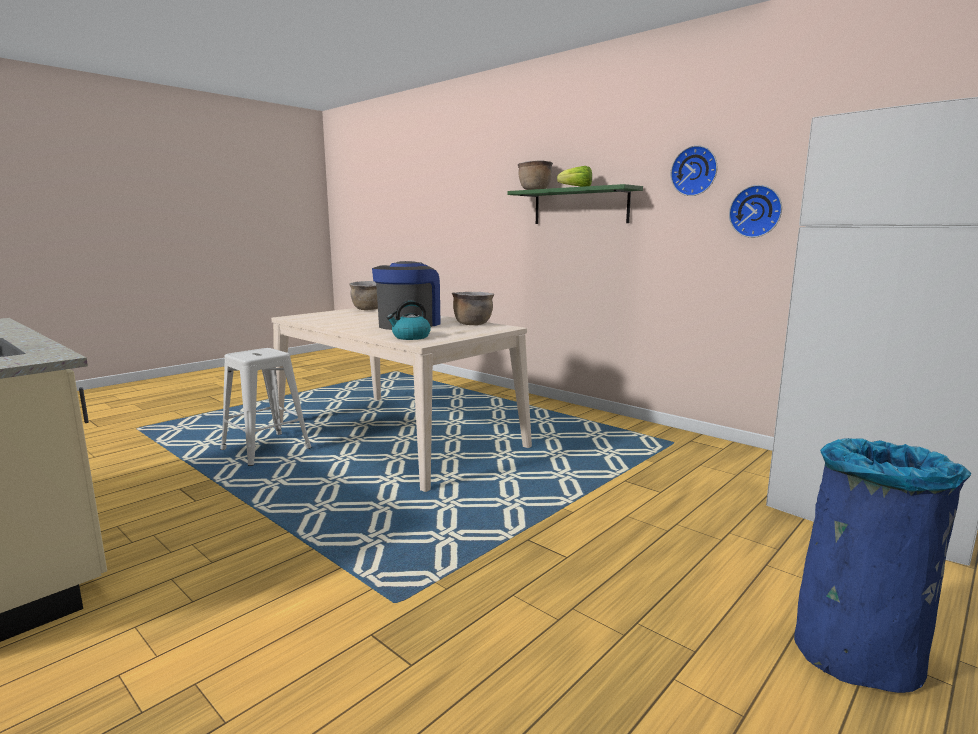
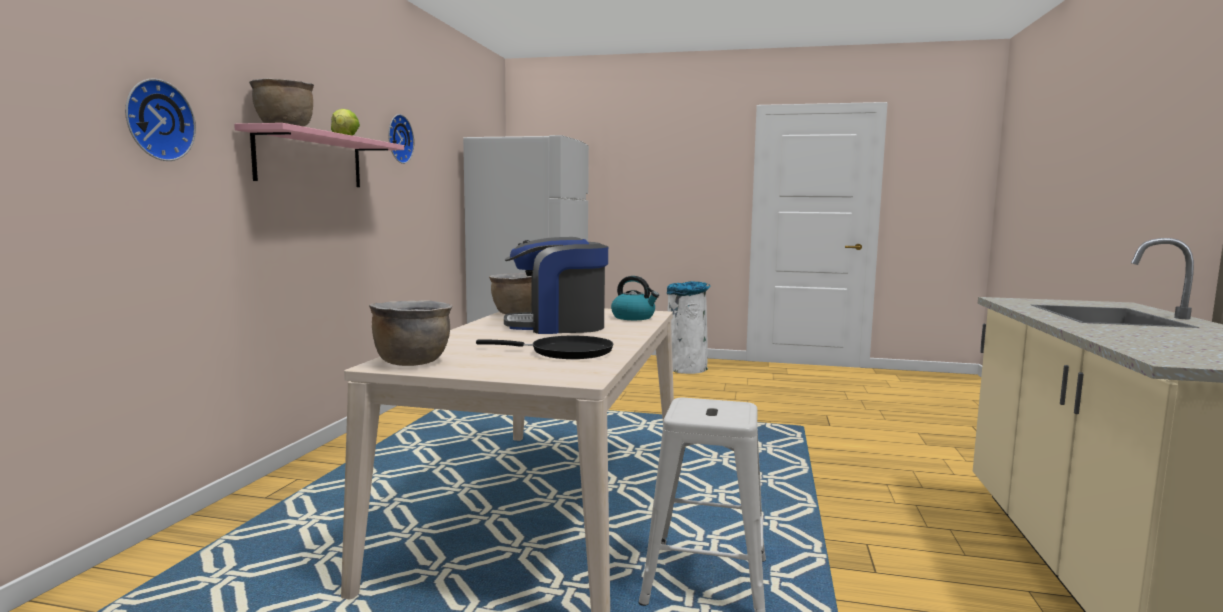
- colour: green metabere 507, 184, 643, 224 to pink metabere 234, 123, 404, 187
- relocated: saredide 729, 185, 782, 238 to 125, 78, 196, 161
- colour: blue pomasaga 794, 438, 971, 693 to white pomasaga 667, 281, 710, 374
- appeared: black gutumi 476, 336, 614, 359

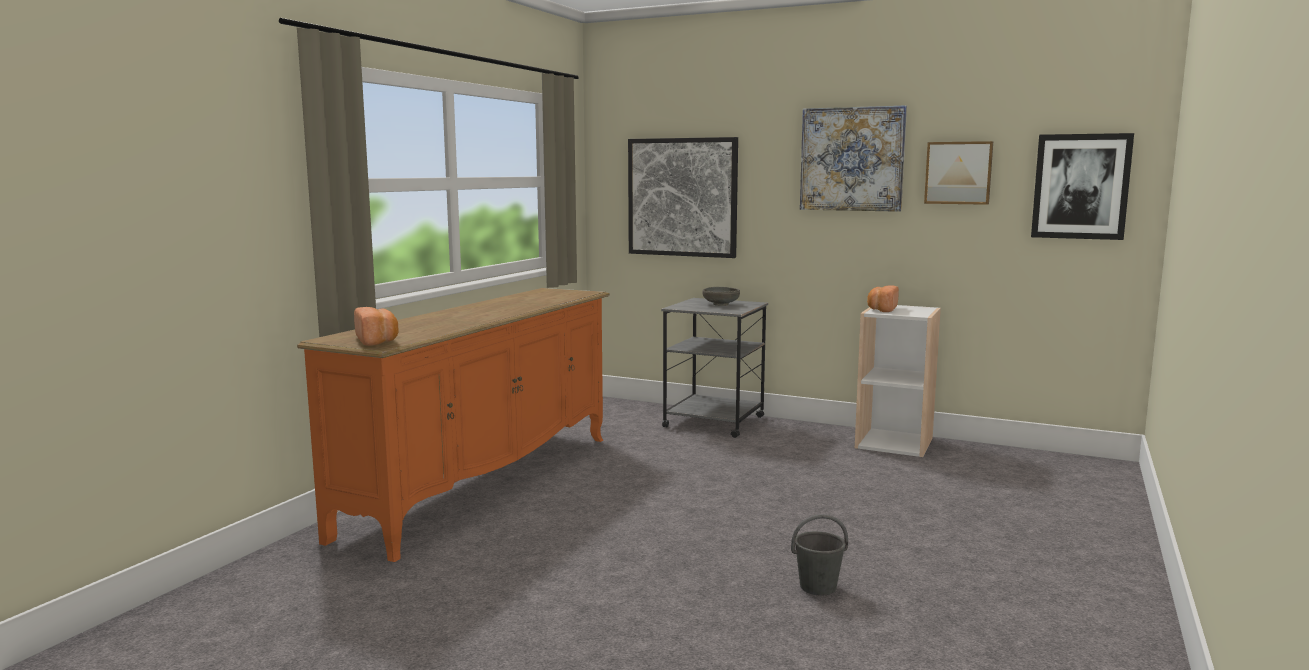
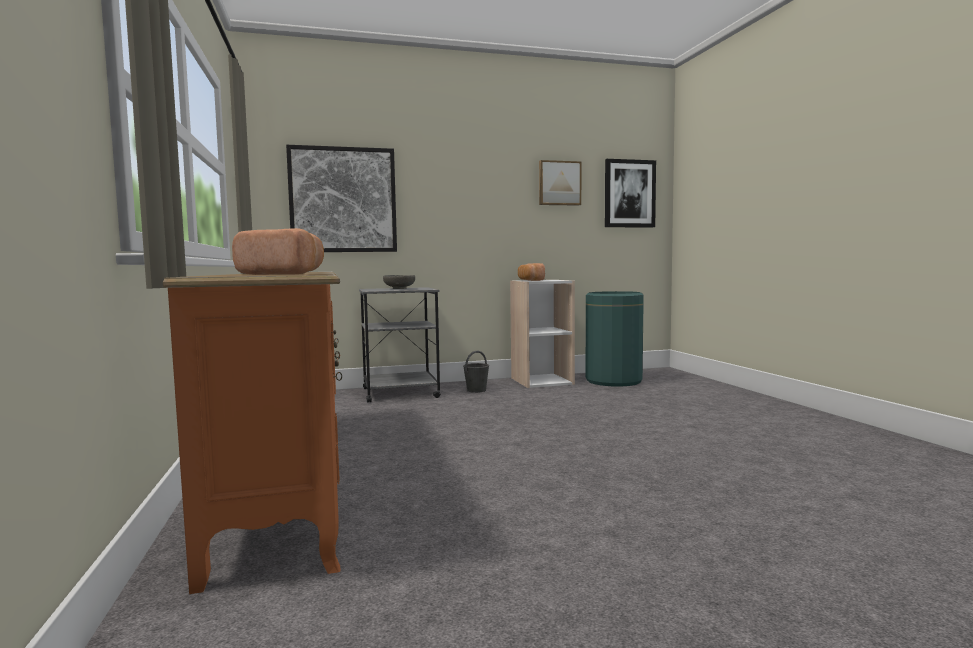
- relocated: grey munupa 791, 514, 848, 596 to 463, 351, 489, 393
- missing: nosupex 800, 105, 907, 212
- appeared: green pomasaga 586, 291, 644, 386

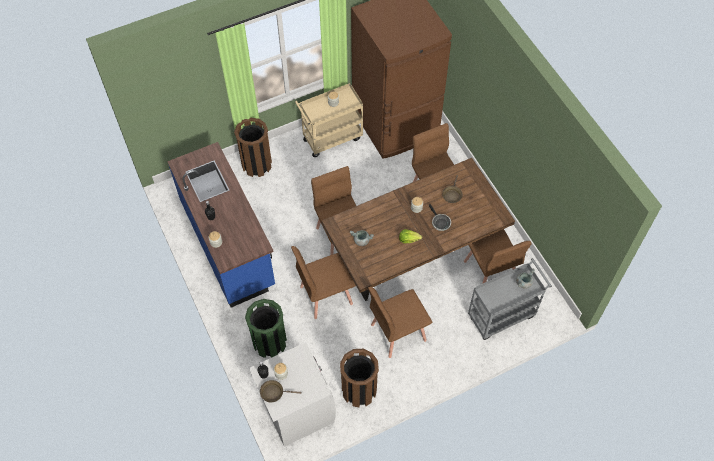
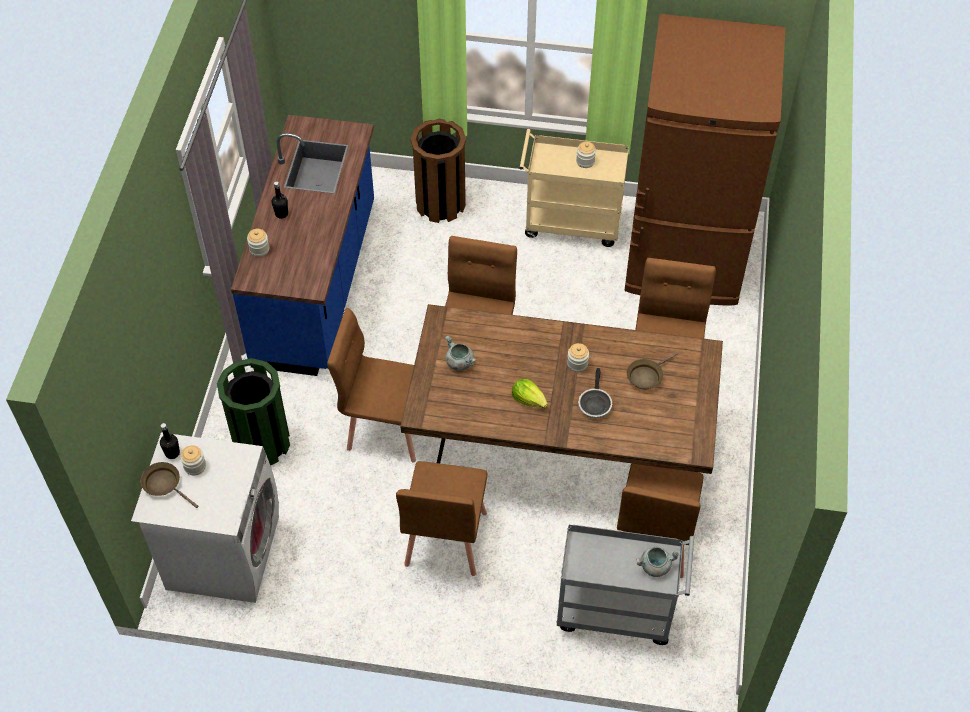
- missing: brown pomasaga 340, 349, 379, 407
- spun: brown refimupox 368, 287, 432, 358 = 396, 461, 487, 576 90 degrees counterclockwise

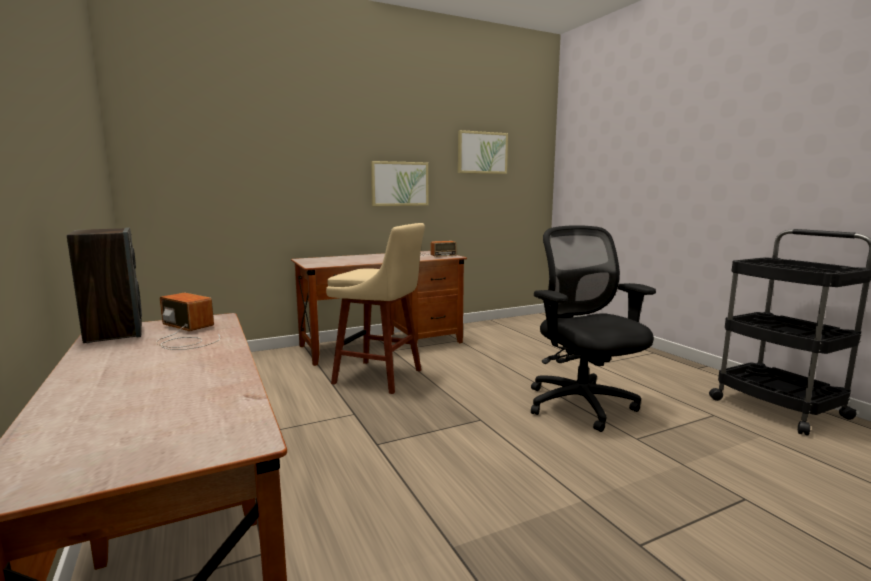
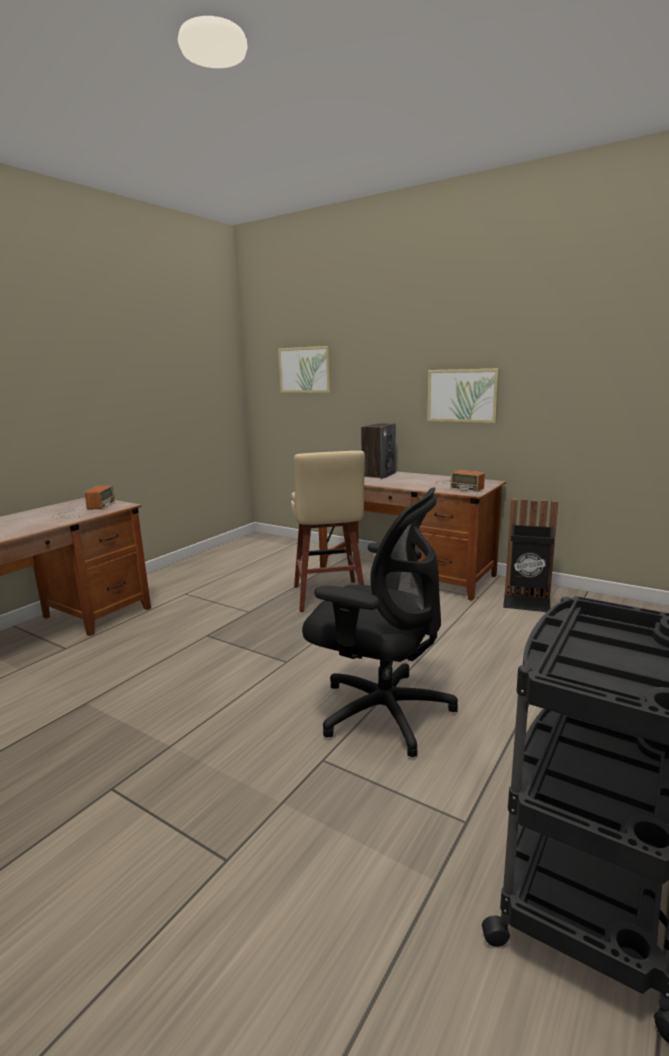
- relocated: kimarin 67, 227, 142, 343 to 361, 423, 396, 479
- relocated: nosupex 458, 130, 508, 174 to 278, 346, 331, 393
- spun: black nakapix 531, 225, 656, 432 = 302, 488, 458, 757 75 degrees clockwise
- appeared: black pomasaga 503, 498, 558, 612

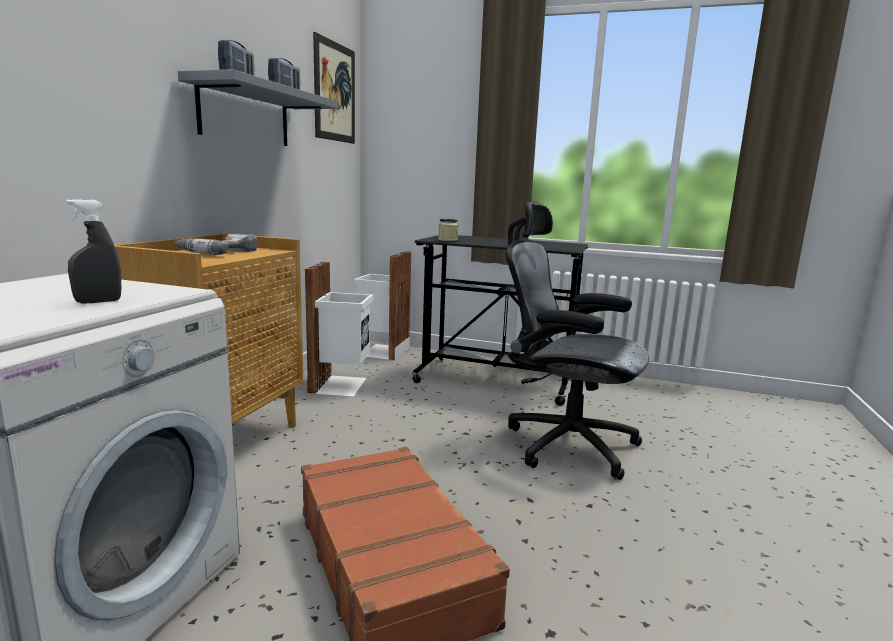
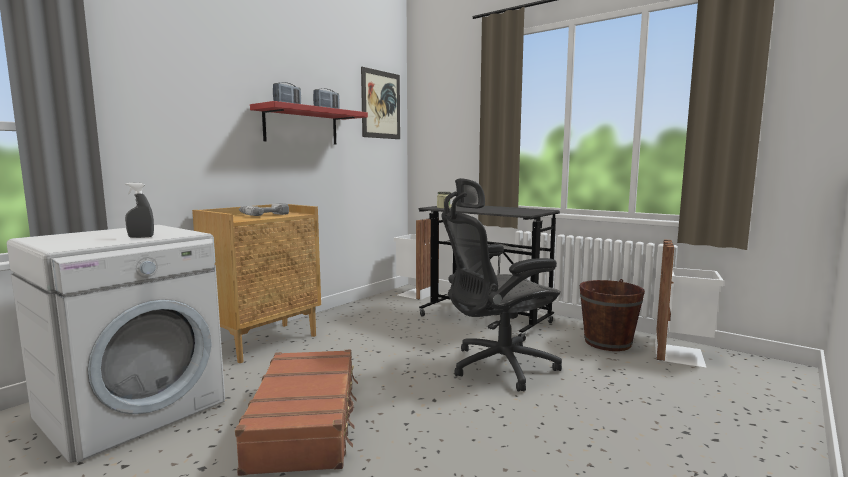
- colour: grey metabere 178, 69, 339, 146 to red metabere 250, 101, 368, 145
- relocated: white pomasaga 305, 262, 373, 397 to 655, 239, 724, 368
- spun: nakapix 506, 201, 649, 480 = 442, 178, 562, 392 75 degrees counterclockwise
- appeared: brown munupa 580, 279, 645, 351

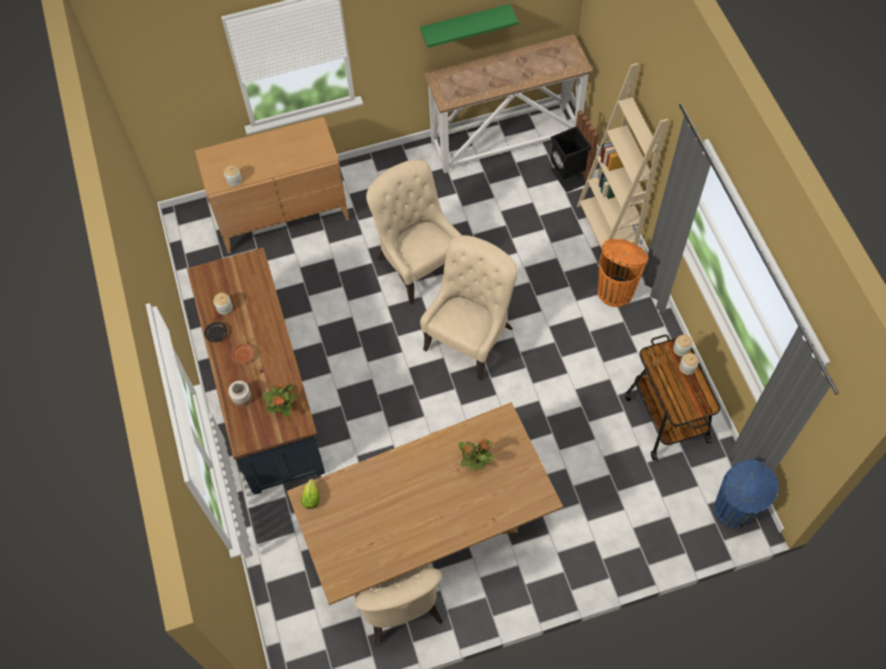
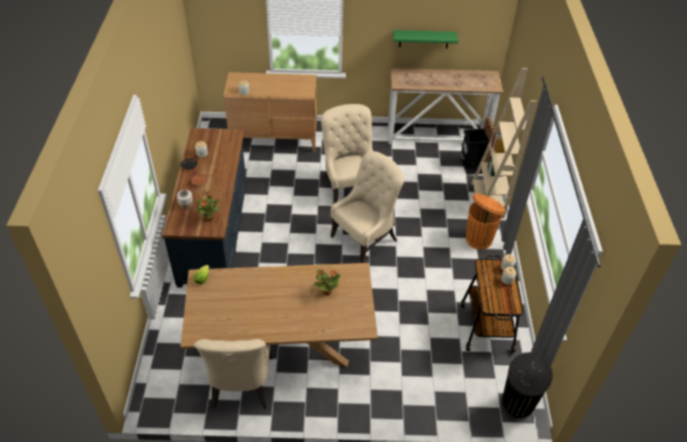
- colour: blue pomasaga 714, 460, 779, 528 to black pomasaga 502, 352, 553, 418

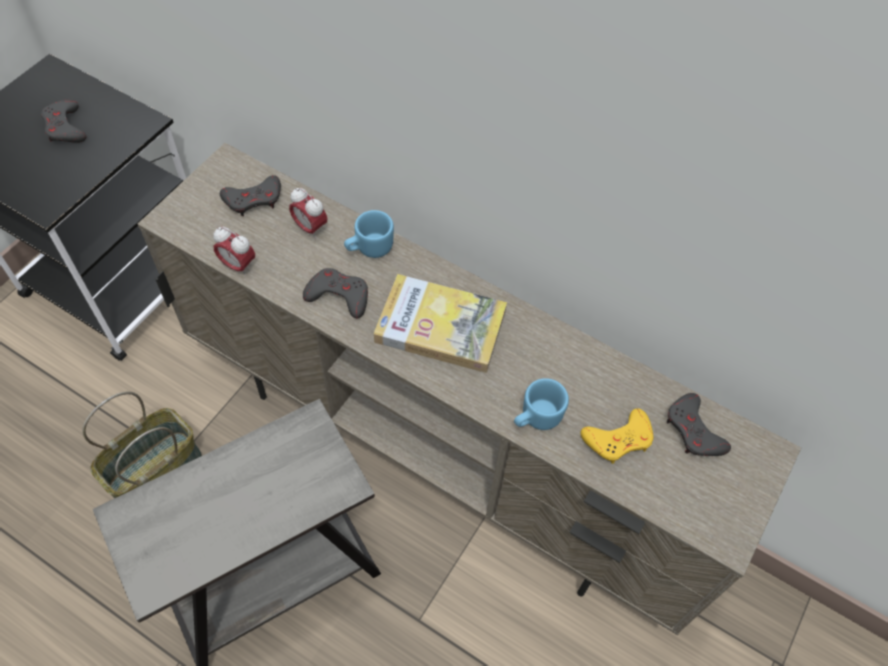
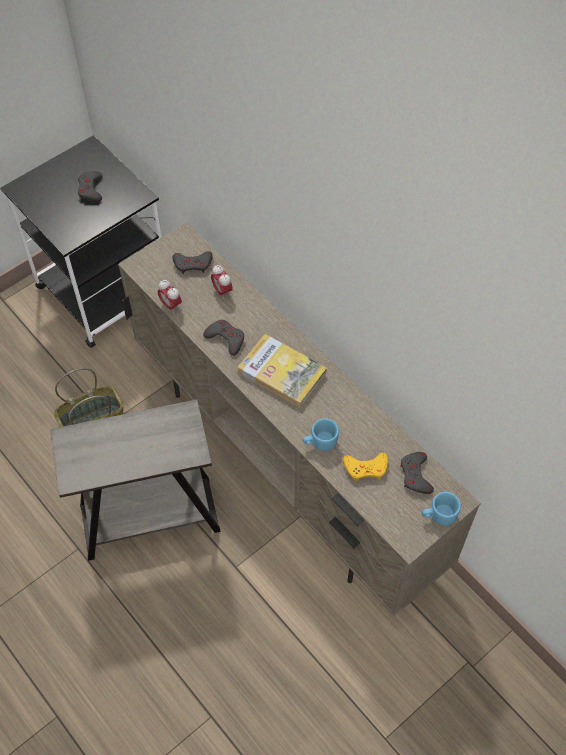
- relocated: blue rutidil 344, 210, 394, 258 to 422, 492, 461, 526

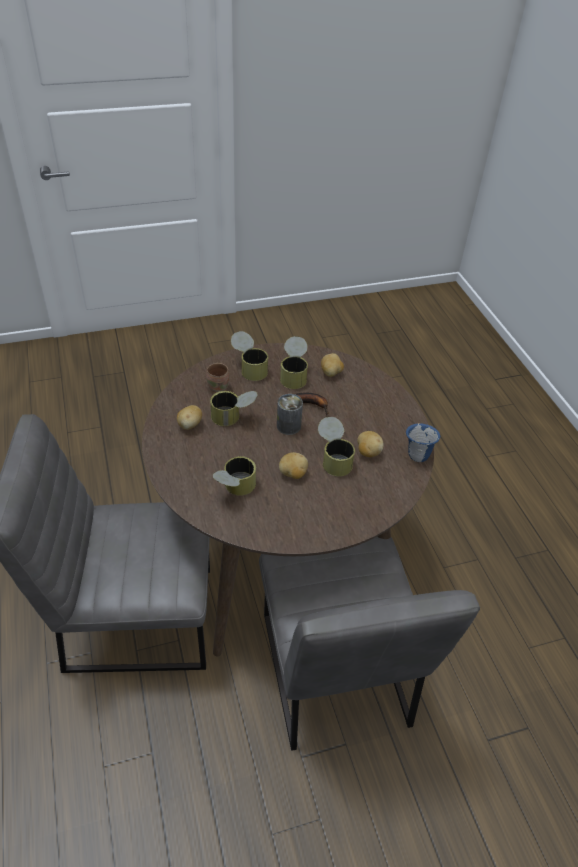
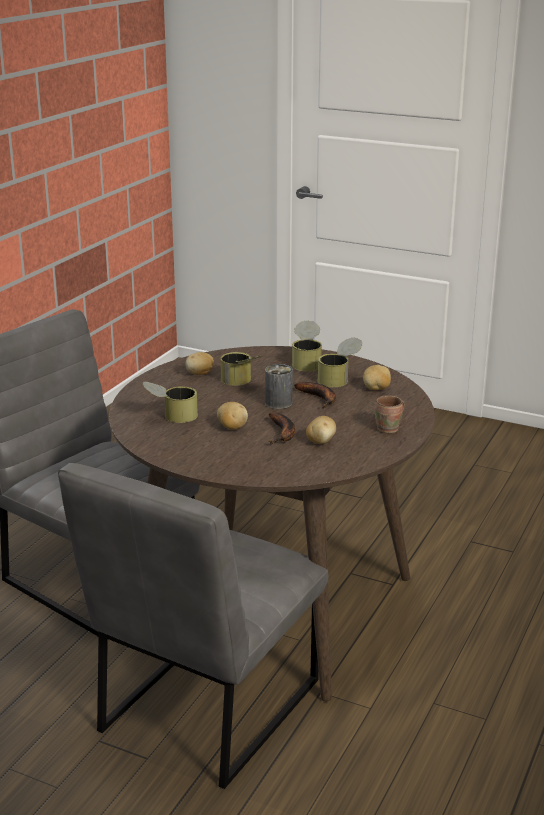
- relocated: brown rutidil 206, 363, 229, 394 to 375, 395, 405, 433
- exchanged: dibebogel 318, 417, 355, 477 to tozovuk 269, 412, 295, 444
- missing: blue rutidil 406, 423, 440, 462

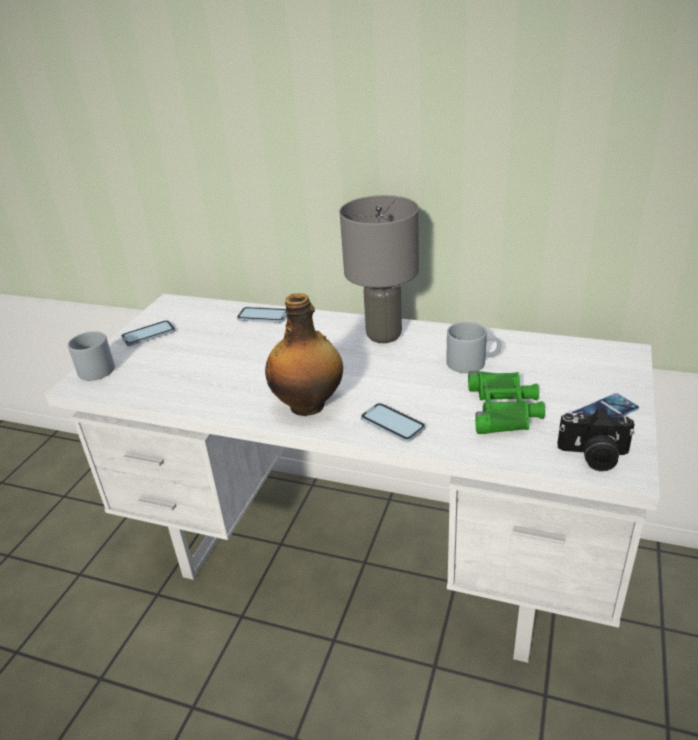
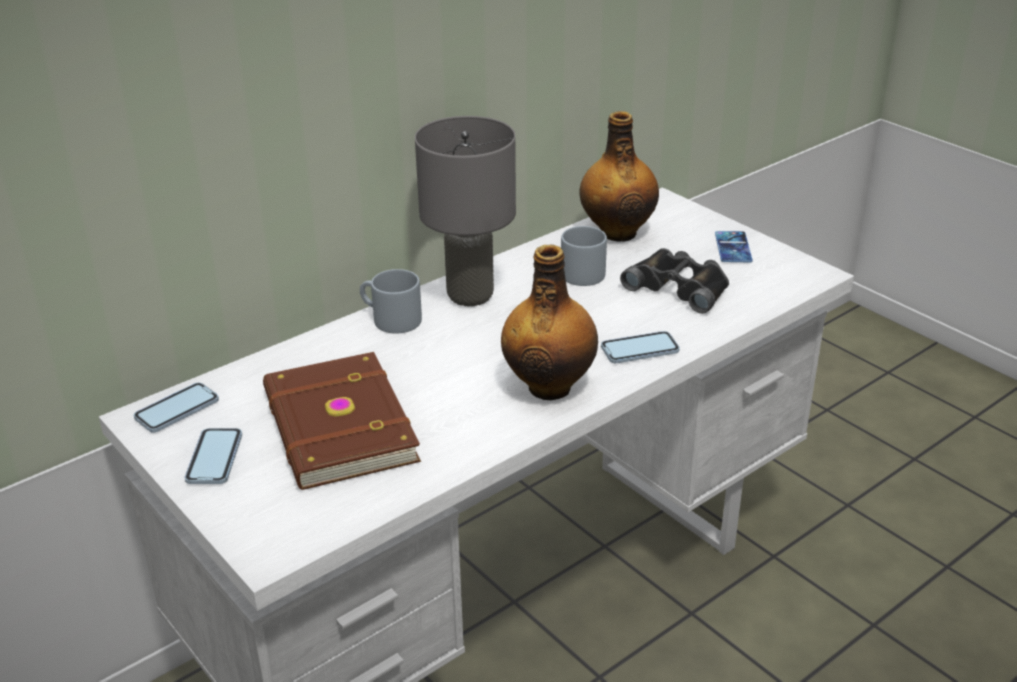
- relocated: grey rutidil 68, 331, 115, 381 to 360, 269, 422, 334
- relocated: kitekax 237, 307, 288, 323 to 134, 383, 219, 432
- colour: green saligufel 468, 371, 545, 434 to black saligufel 620, 248, 729, 314
- missing: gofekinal 557, 409, 635, 471
- appeared: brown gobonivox 263, 352, 421, 490
- appeared: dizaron 579, 111, 659, 242

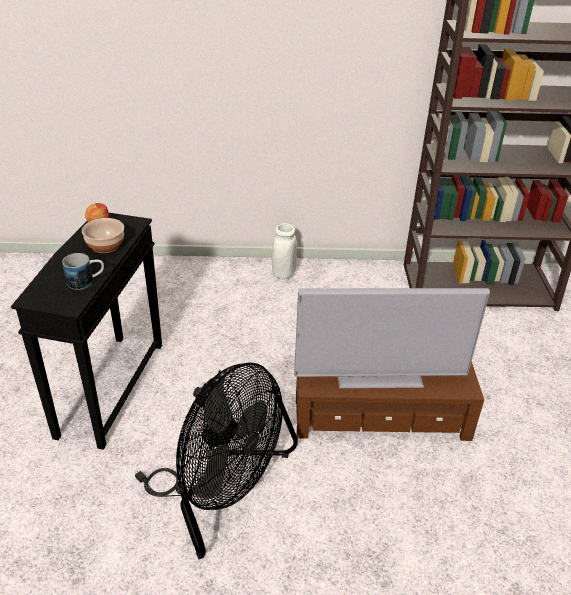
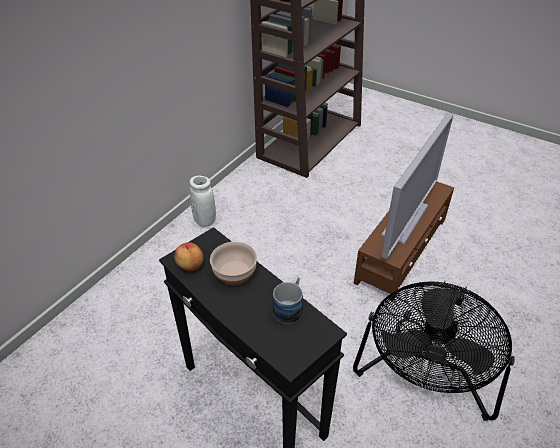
- spun: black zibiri 135, 363, 298, 559 = 353, 281, 515, 421 135 degrees clockwise

